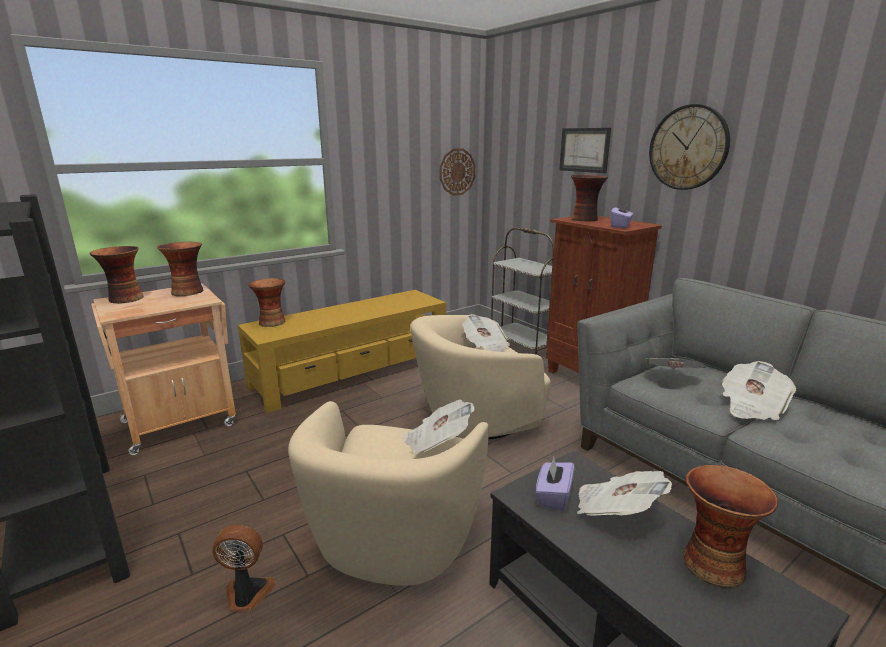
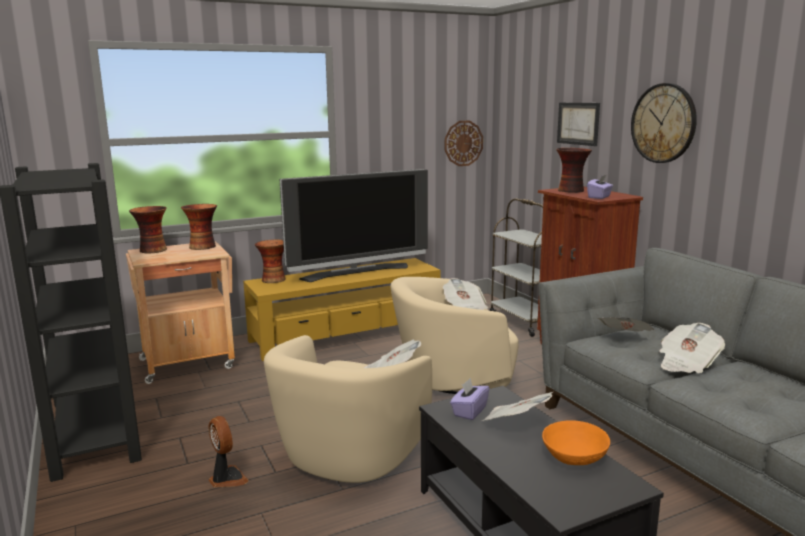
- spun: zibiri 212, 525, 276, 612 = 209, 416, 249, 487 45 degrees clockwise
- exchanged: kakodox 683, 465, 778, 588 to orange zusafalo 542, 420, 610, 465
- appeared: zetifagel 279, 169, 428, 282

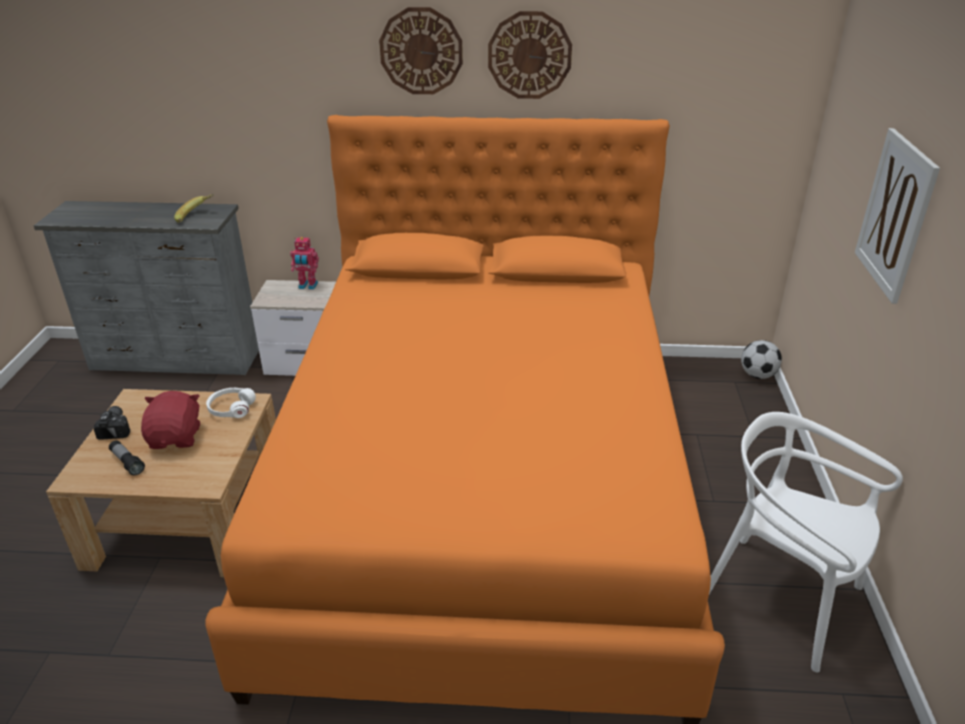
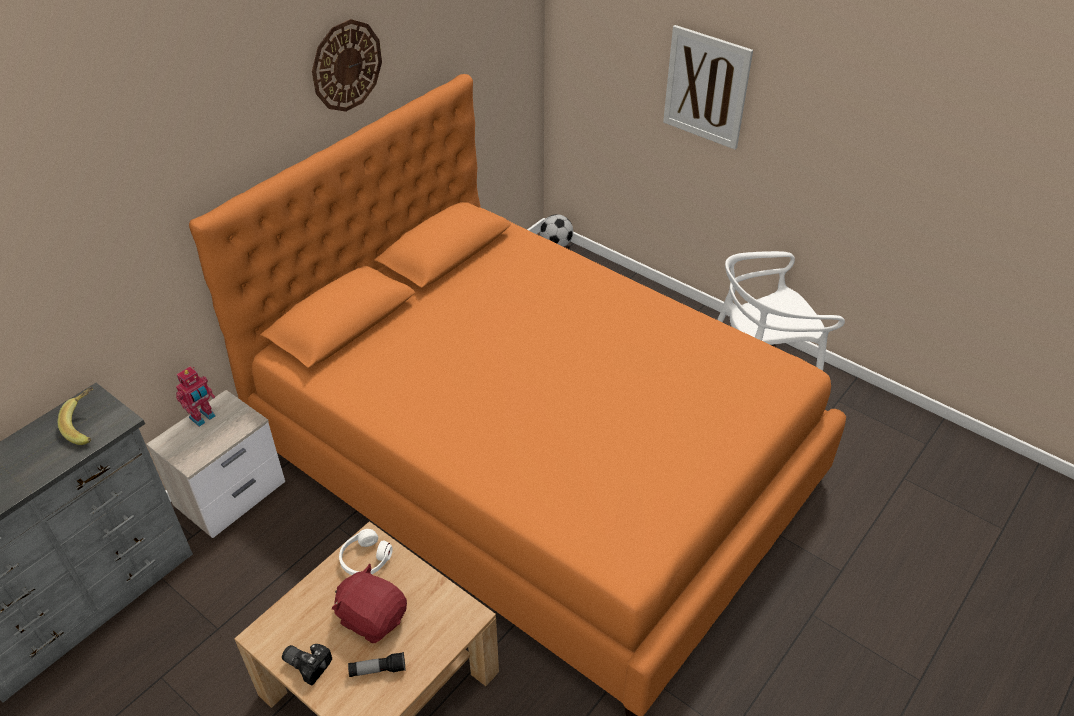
- missing: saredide 379, 7, 463, 94

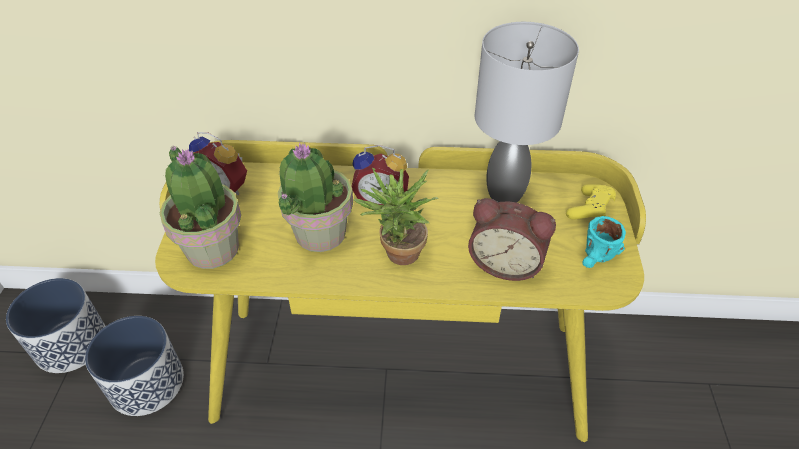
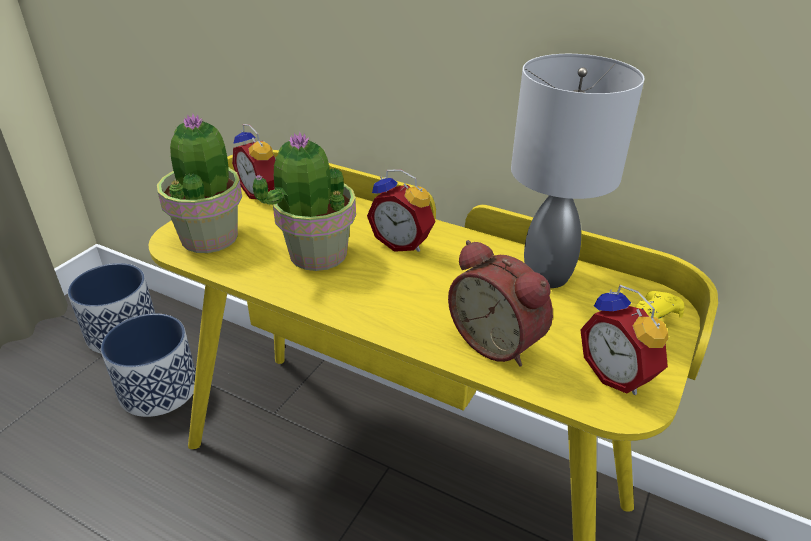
- missing: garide 354, 167, 439, 265
- exchanged: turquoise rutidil 582, 216, 626, 268 to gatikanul 580, 285, 668, 395

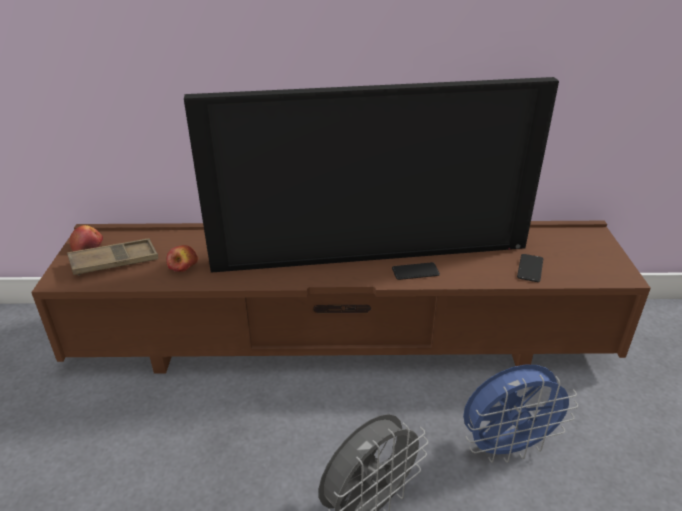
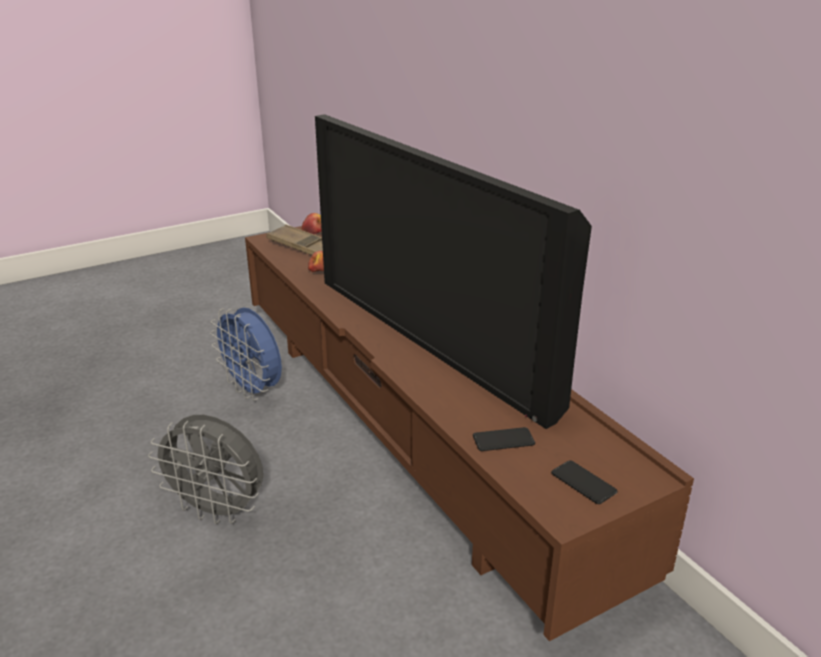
- relocated: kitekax 392, 262, 440, 280 to 551, 460, 618, 504
- relocated: blue zibiri 463, 365, 579, 463 to 210, 307, 282, 400

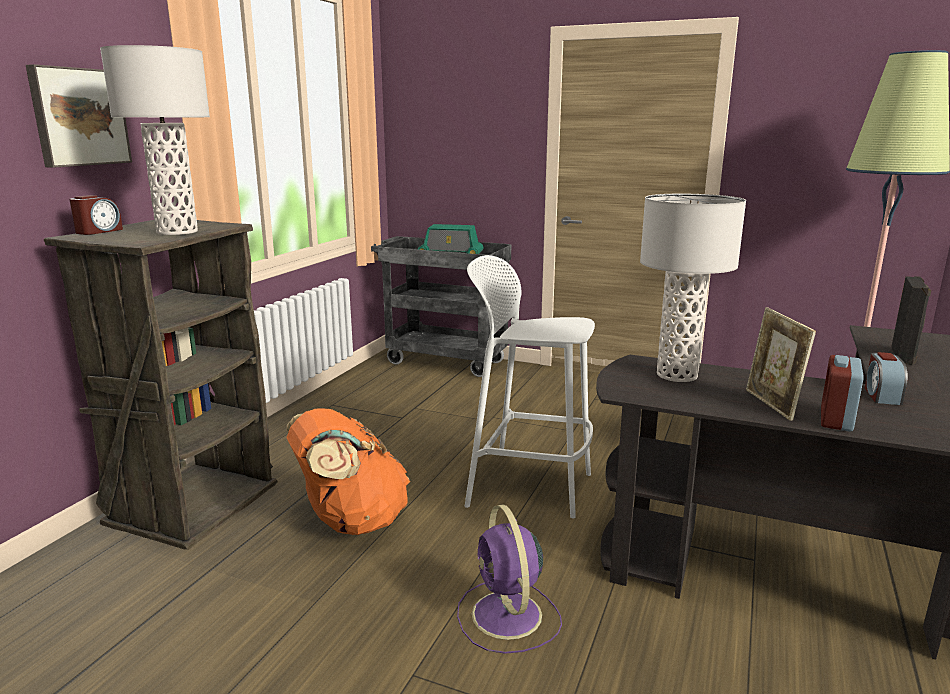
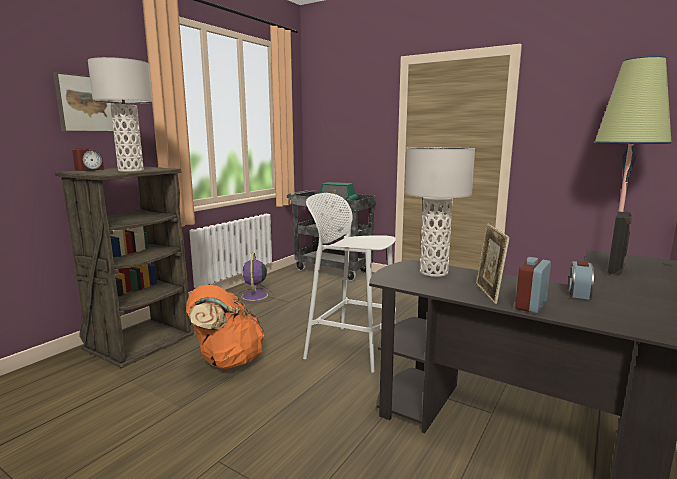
- relocated: purple zibiri 457, 504, 562, 654 to 236, 253, 274, 303

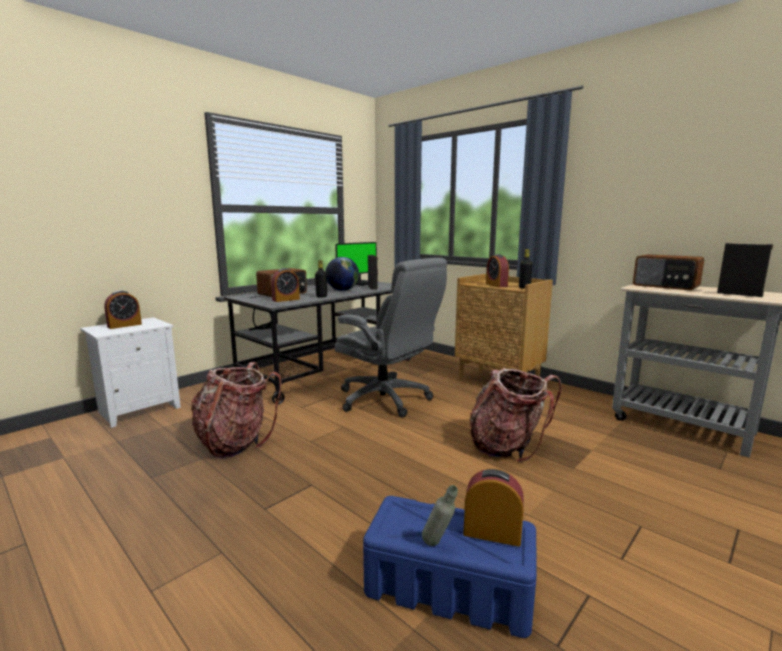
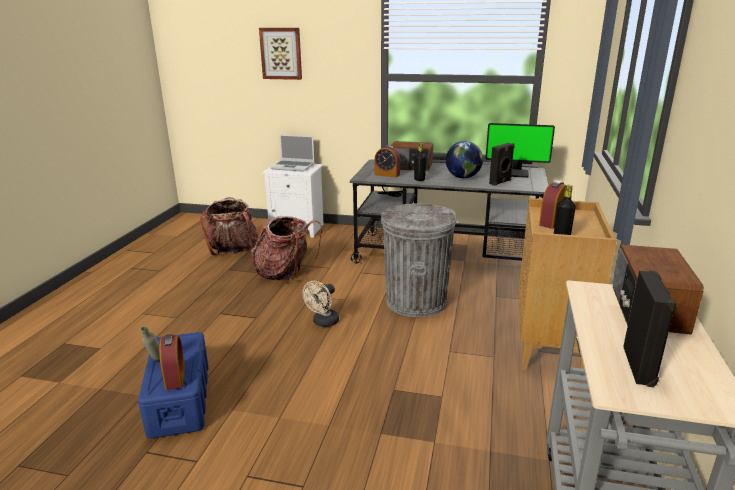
- exchanged: gatikanul 104, 291, 142, 329 to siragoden 271, 134, 315, 172
- exchanged: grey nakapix 335, 258, 447, 418 to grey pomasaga 381, 203, 457, 317
- relocated: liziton 470, 368, 562, 462 to 200, 197, 258, 255
- appeared: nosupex 259, 28, 302, 80
- appeared: beige zibiri 303, 281, 339, 327

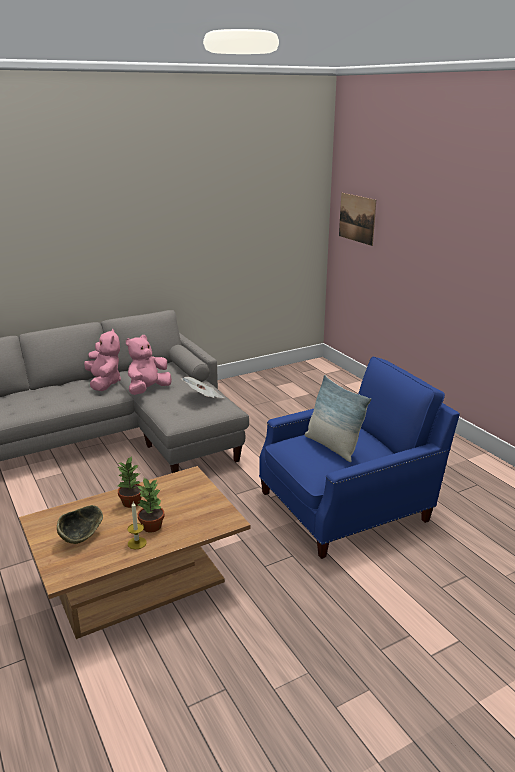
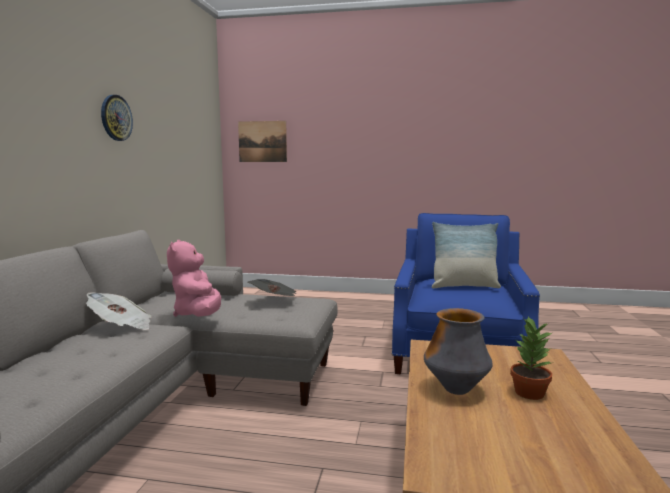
- missing: zusafalo 57, 505, 103, 544
- exchanged: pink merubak 84, 329, 121, 391 to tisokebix 86, 292, 152, 330
- exchanged: garide 118, 457, 142, 508 to kakodox 424, 308, 493, 395
- missing: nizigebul 128, 502, 147, 549
- appeared: saredide 101, 95, 133, 141

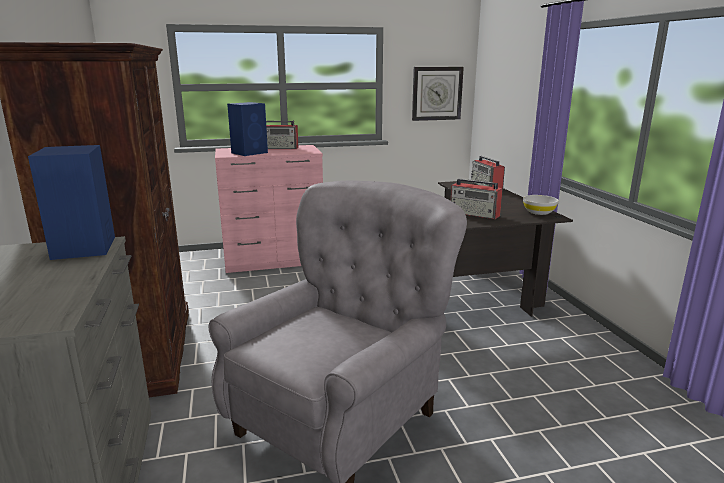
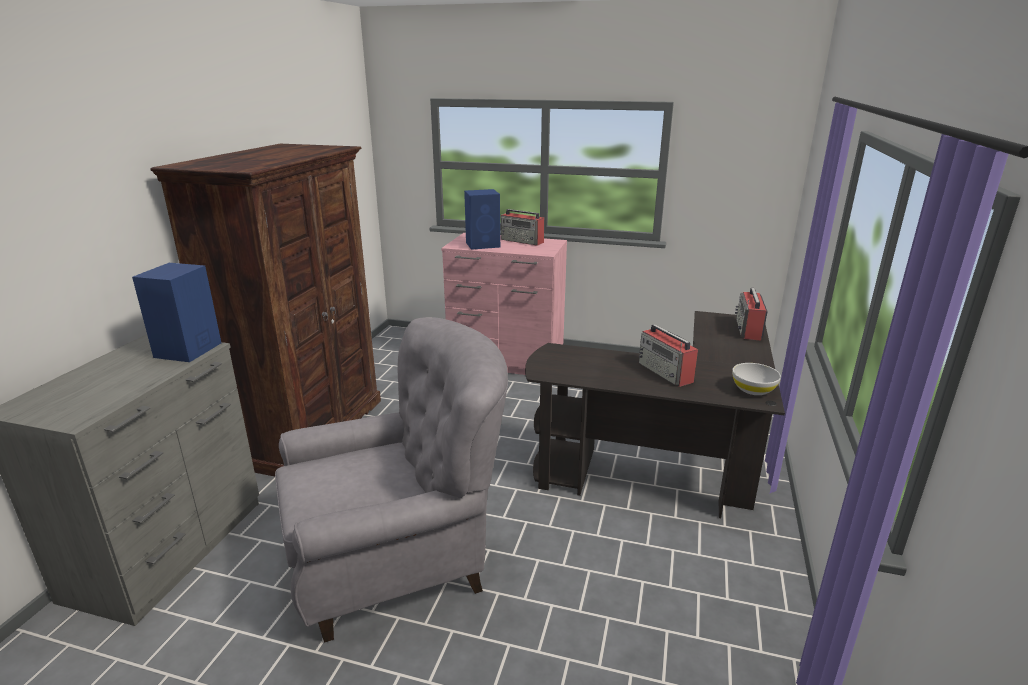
- missing: saredide 412, 67, 464, 121

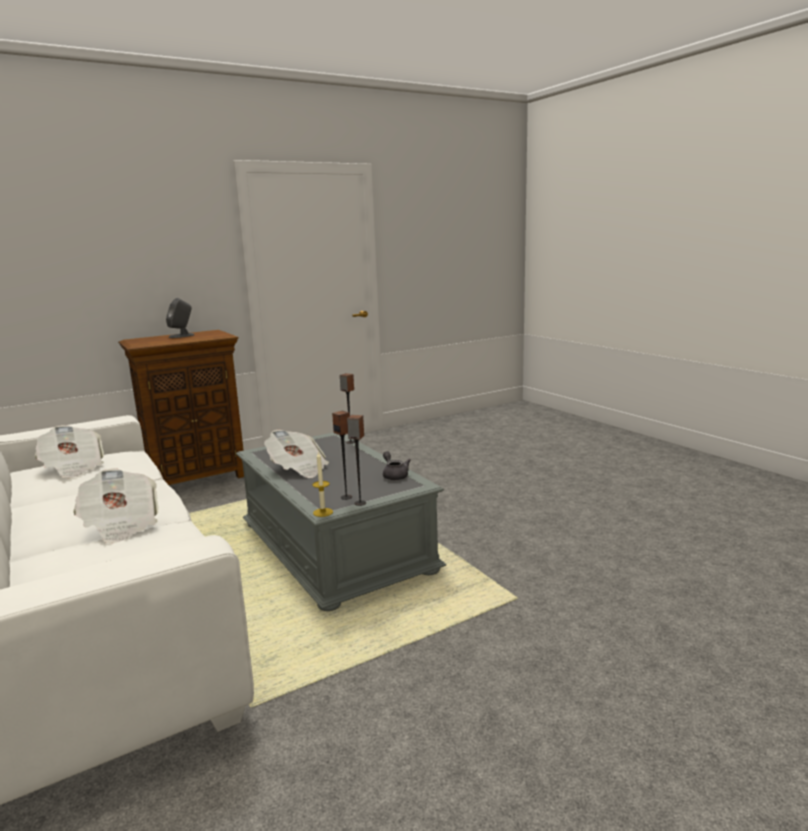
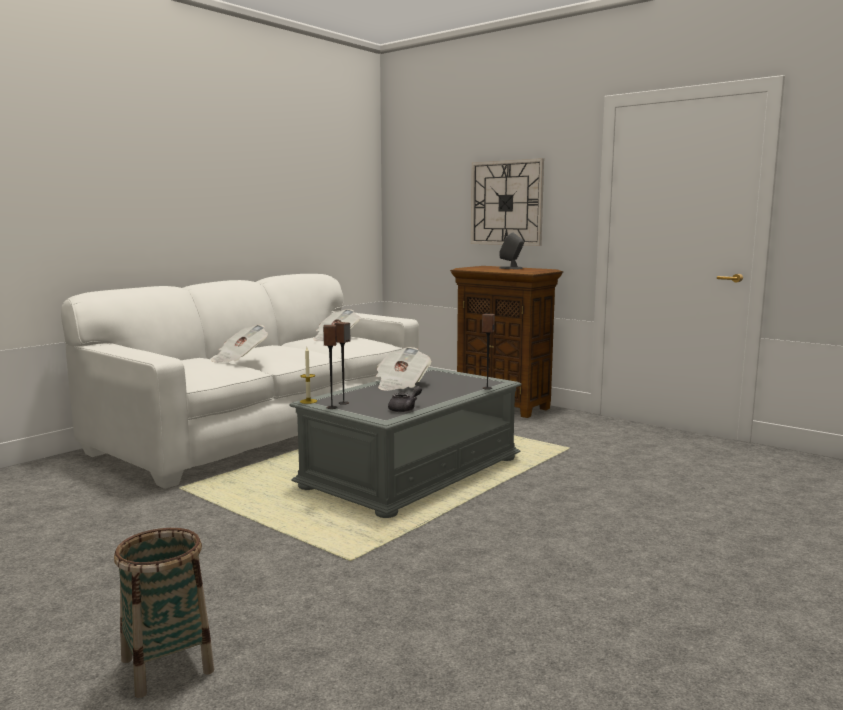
- appeared: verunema 114, 528, 214, 698
- appeared: saredide 471, 158, 544, 246

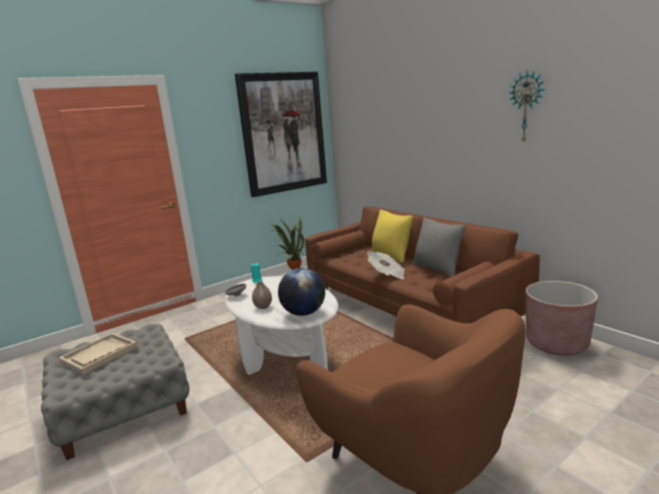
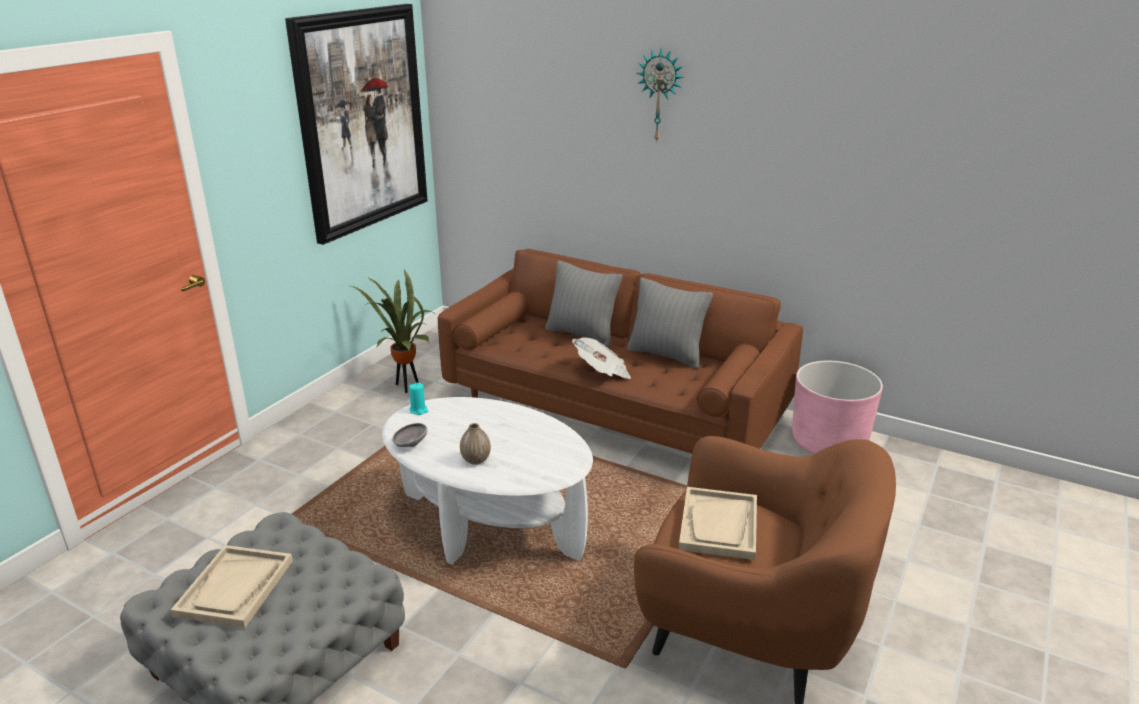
- missing: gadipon 278, 268, 325, 316
- colour: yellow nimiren 371, 209, 413, 263 to grey nimiren 545, 260, 622, 347
- relocated: saredide 508, 70, 545, 143 to 637, 48, 684, 143
- colour: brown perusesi 526, 281, 598, 356 to pink perusesi 792, 361, 883, 454
- appeared: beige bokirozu 679, 487, 757, 560

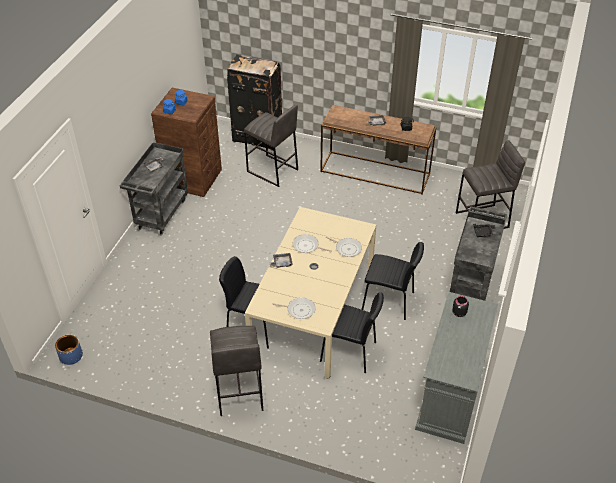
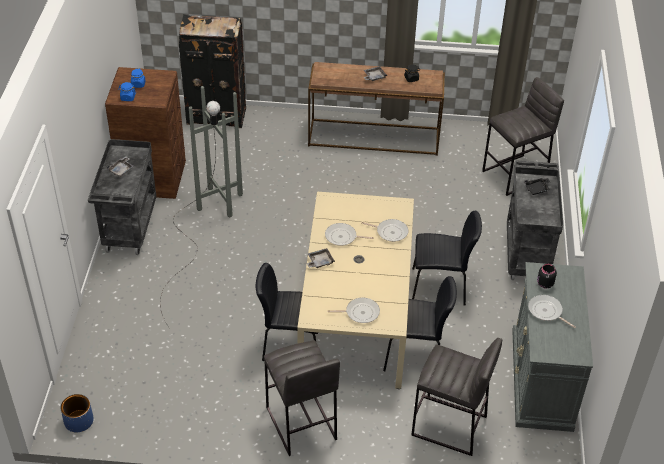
- relocated: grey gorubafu 244, 105, 298, 187 to 411, 338, 502, 456
- appeared: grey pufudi 160, 86, 243, 327
- appeared: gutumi 528, 295, 576, 328

